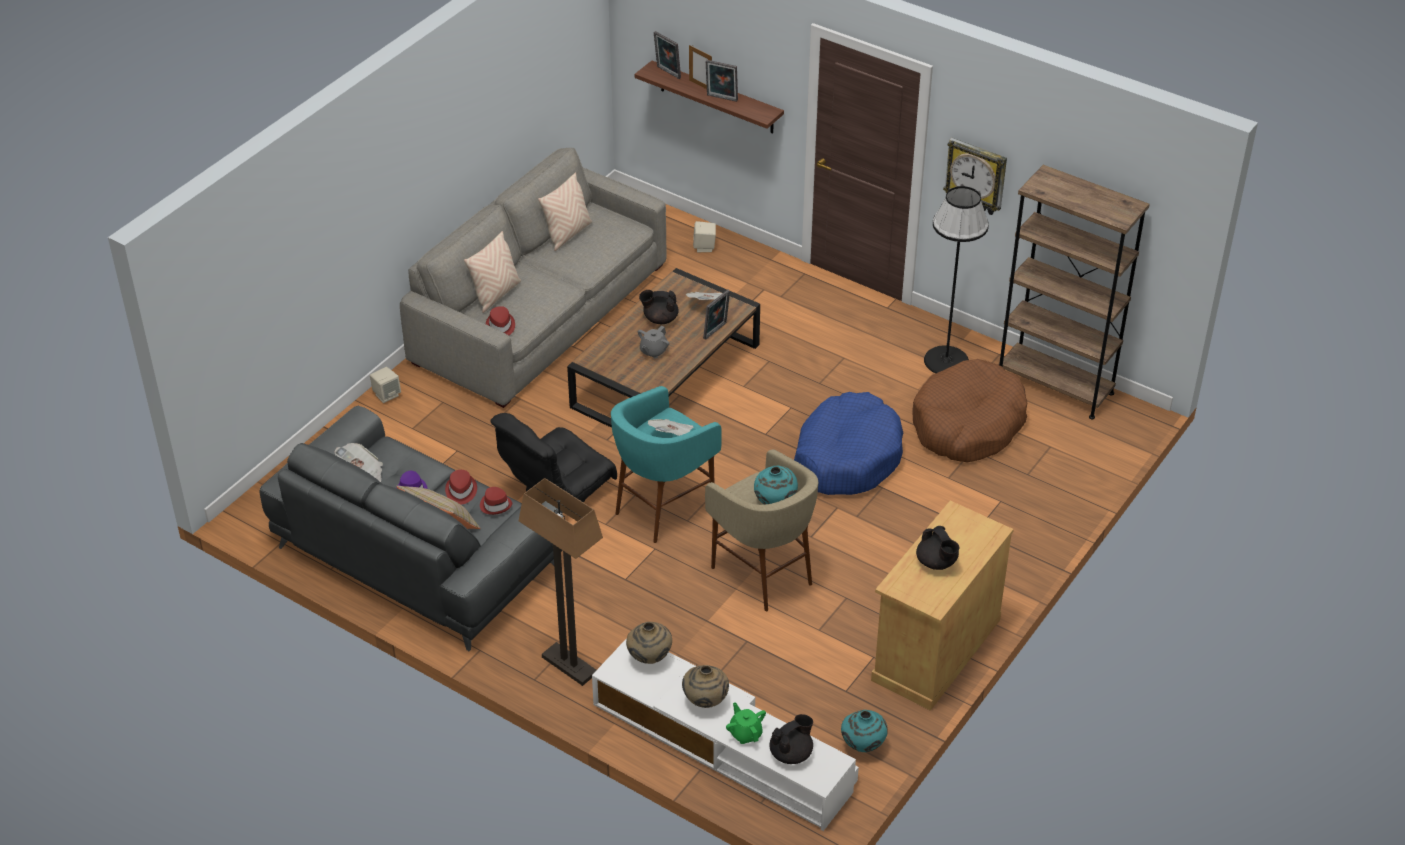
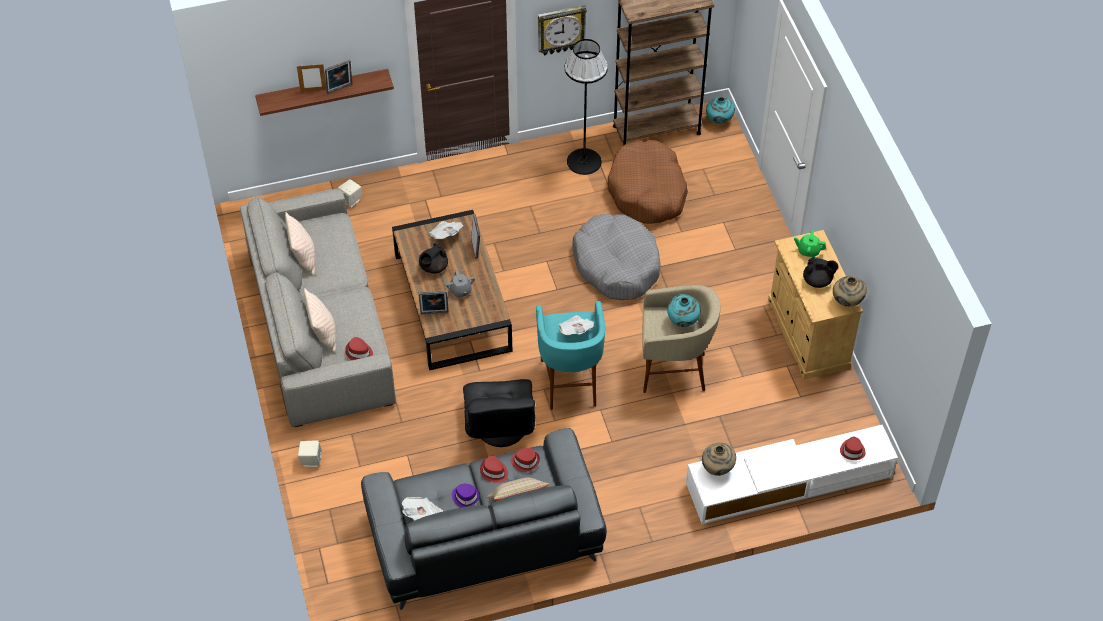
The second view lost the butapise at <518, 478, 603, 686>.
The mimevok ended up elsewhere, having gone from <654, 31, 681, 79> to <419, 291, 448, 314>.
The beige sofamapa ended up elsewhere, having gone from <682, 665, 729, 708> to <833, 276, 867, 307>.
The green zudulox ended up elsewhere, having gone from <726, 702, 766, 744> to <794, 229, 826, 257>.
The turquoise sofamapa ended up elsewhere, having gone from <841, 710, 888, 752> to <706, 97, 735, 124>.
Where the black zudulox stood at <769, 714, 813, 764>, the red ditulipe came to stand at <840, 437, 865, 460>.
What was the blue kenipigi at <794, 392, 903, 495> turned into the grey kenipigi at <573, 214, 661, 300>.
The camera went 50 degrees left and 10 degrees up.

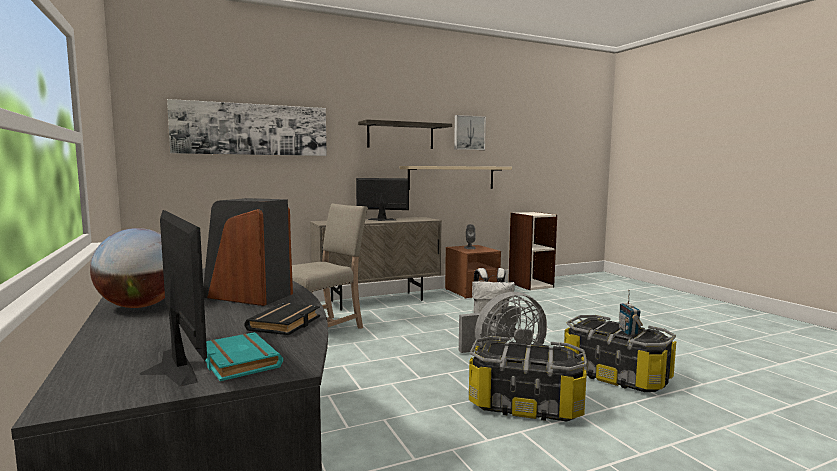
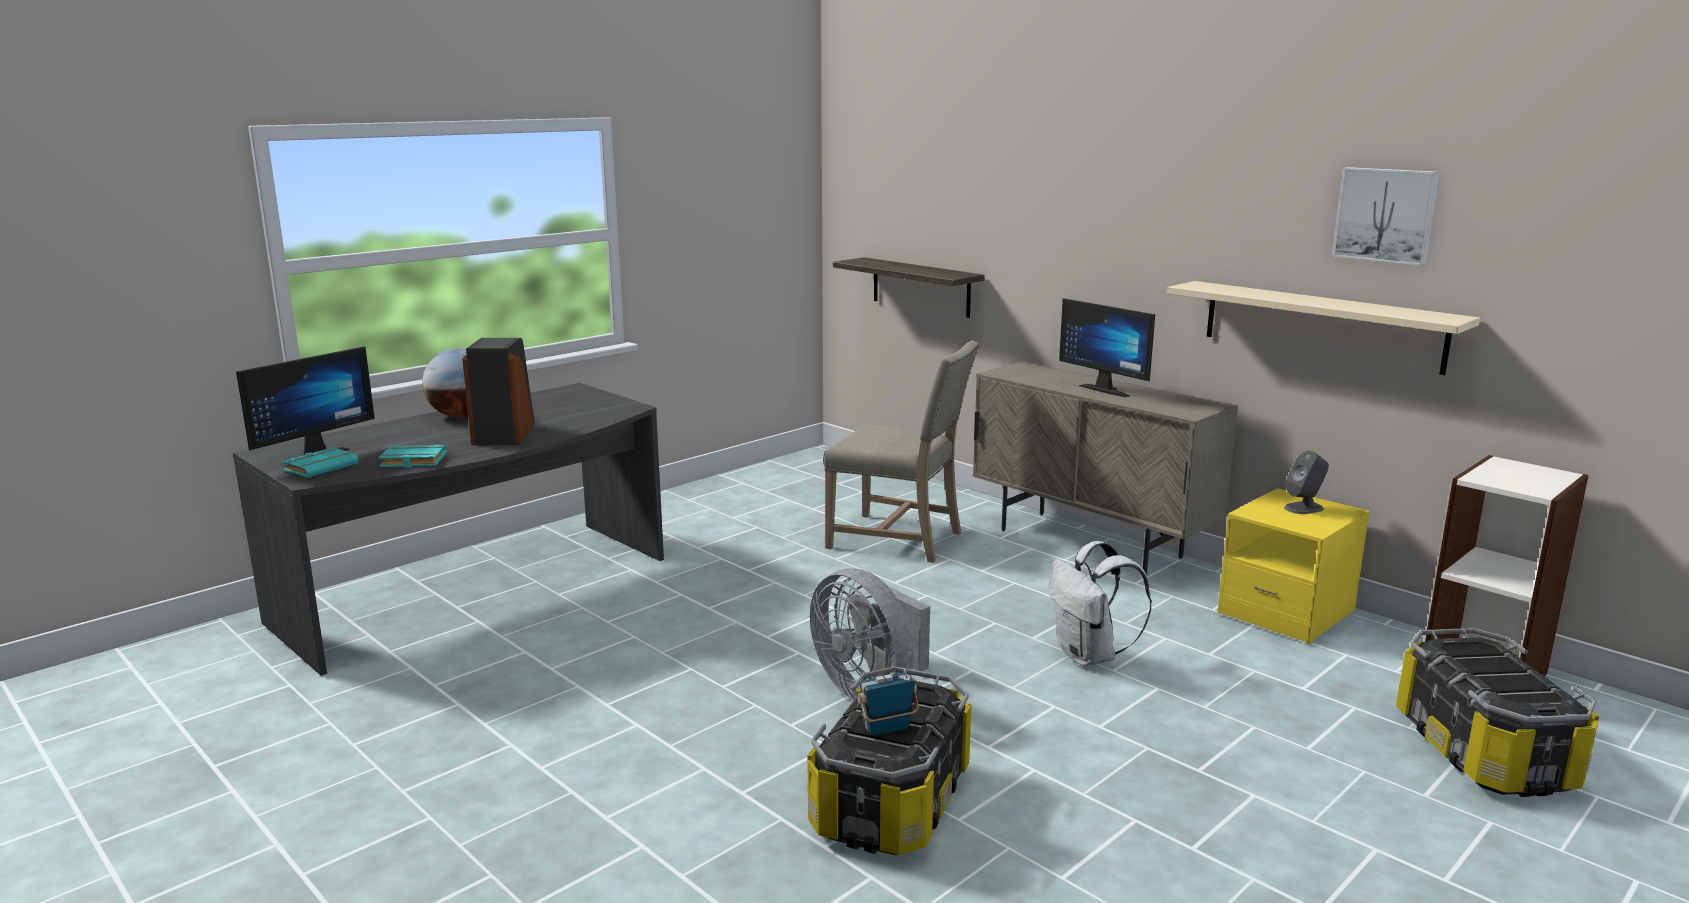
The second view lost the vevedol at <167, 99, 327, 156>.
The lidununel ended up elsewhere, having gone from <358, 119, 452, 149> to <833, 257, 985, 318>.
The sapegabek ended up elsewhere, having gone from <469, 336, 587, 421> to <1396, 628, 1599, 797>.
What was the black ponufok at <244, 303, 320, 335> turned into the turquoise ponufok at <378, 445, 446, 468>.
What was the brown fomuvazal at <445, 245, 501, 299> turned into the yellow fomuvazal at <1218, 488, 1370, 644>.
The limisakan at <356, 178, 409, 221> ended up facing another way, 150 degrees clockwise from before.
The camera went 70 degrees right and 10 degrees up.

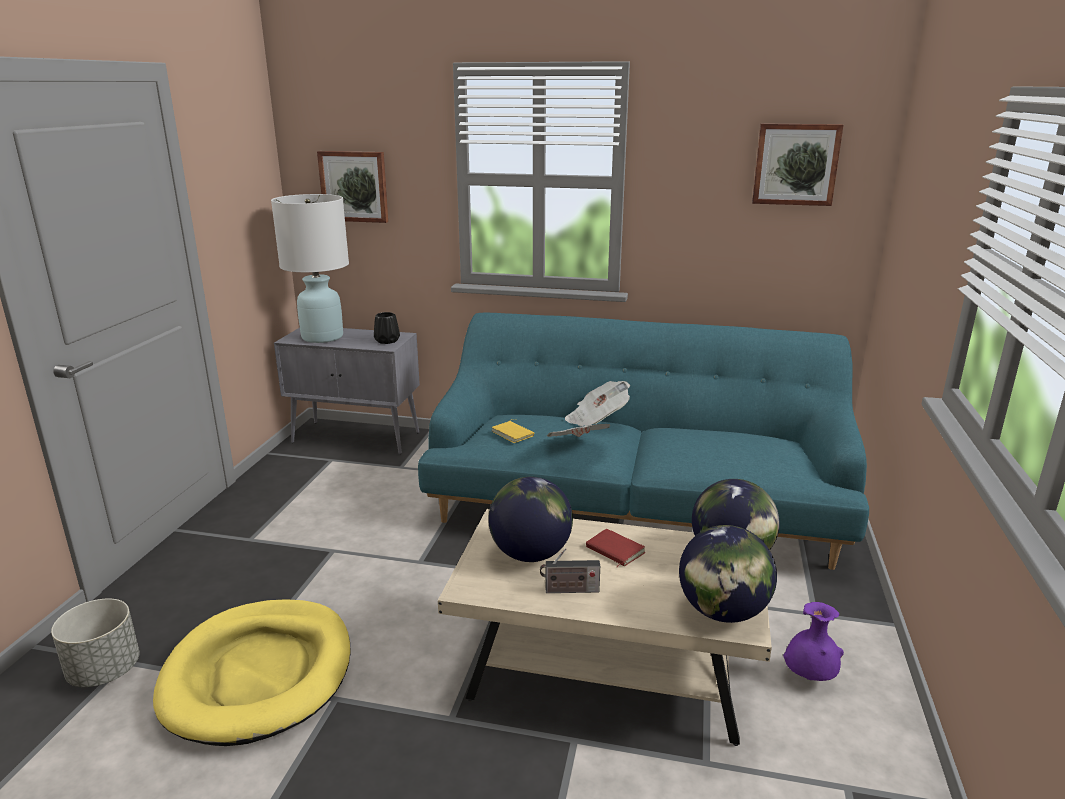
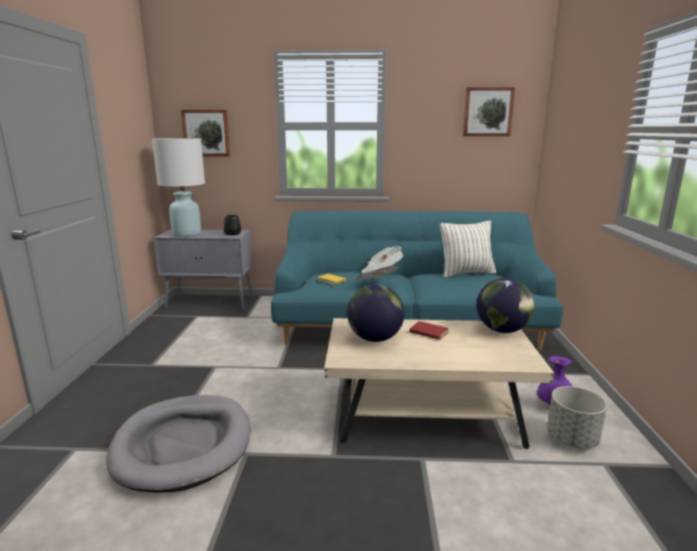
The second view lost the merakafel at <540, 548, 600, 593>.
The second view lost the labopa at <679, 525, 777, 623>.
The second view gained the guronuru at <440, 221, 496, 277>.
The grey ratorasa ended up elsewhere, having gone from <51, 598, 140, 687> to <547, 386, 607, 449>.
What was the yellow kenipigi at <153, 599, 351, 746> turned into the grey kenipigi at <106, 395, 251, 493>.
The camera went 10 degrees left and 5 degrees down.

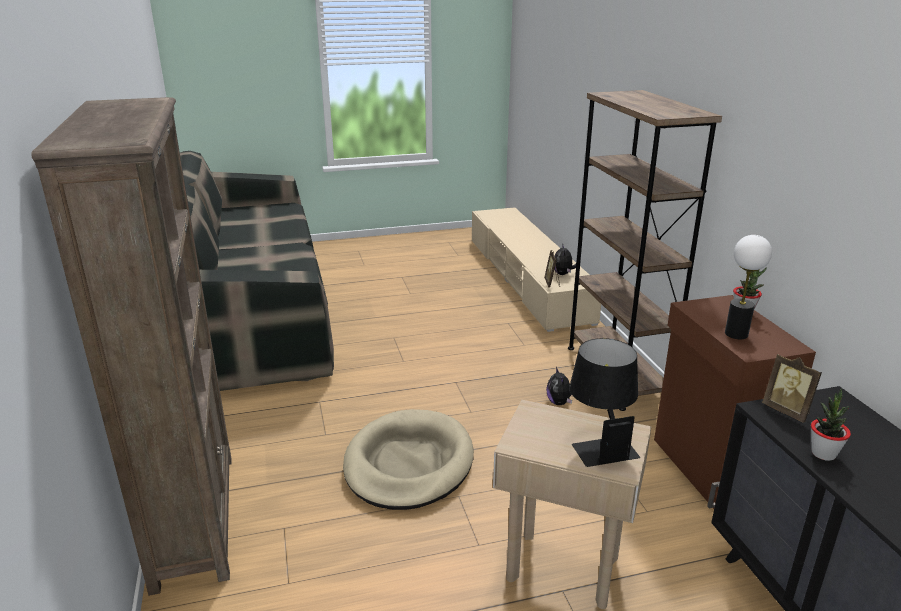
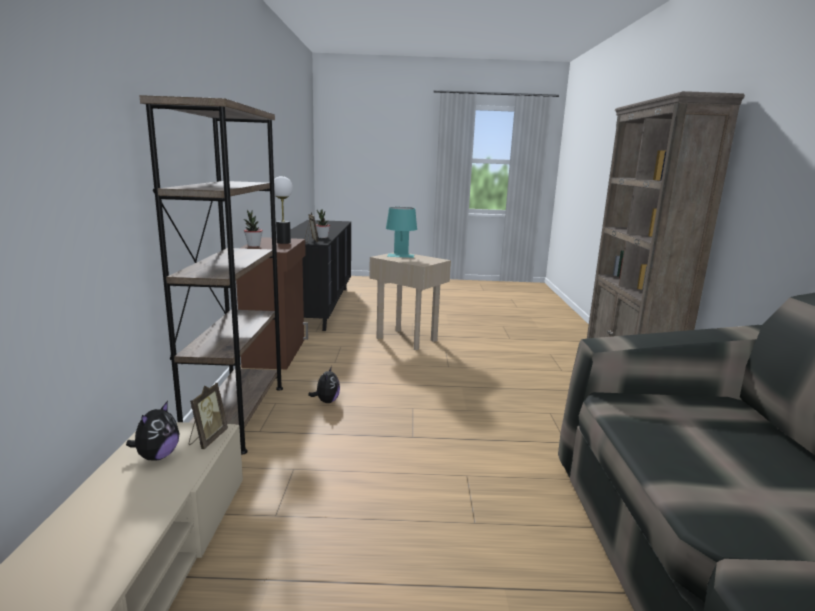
The second view lost the beige kenipigi at <343, 409, 474, 510>.
What was the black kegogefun at <569, 338, 640, 467> turned into the turquoise kegogefun at <386, 207, 417, 258>.
The camera went 165 degrees left and 10 degrees down.

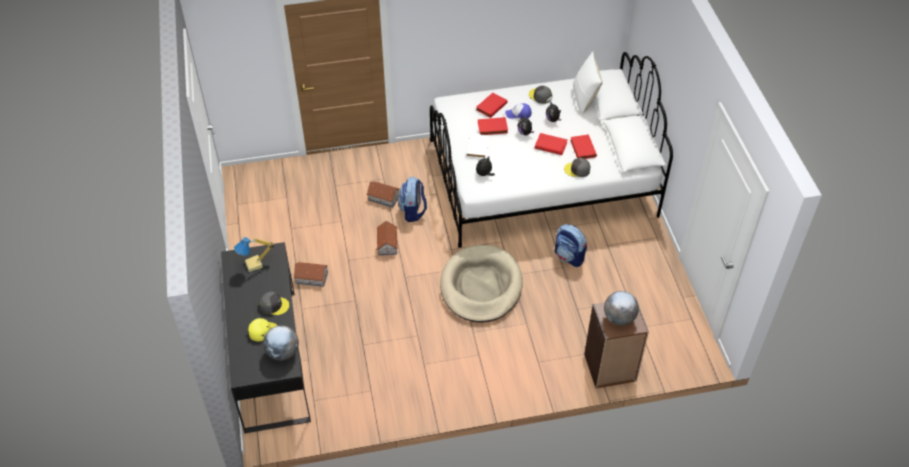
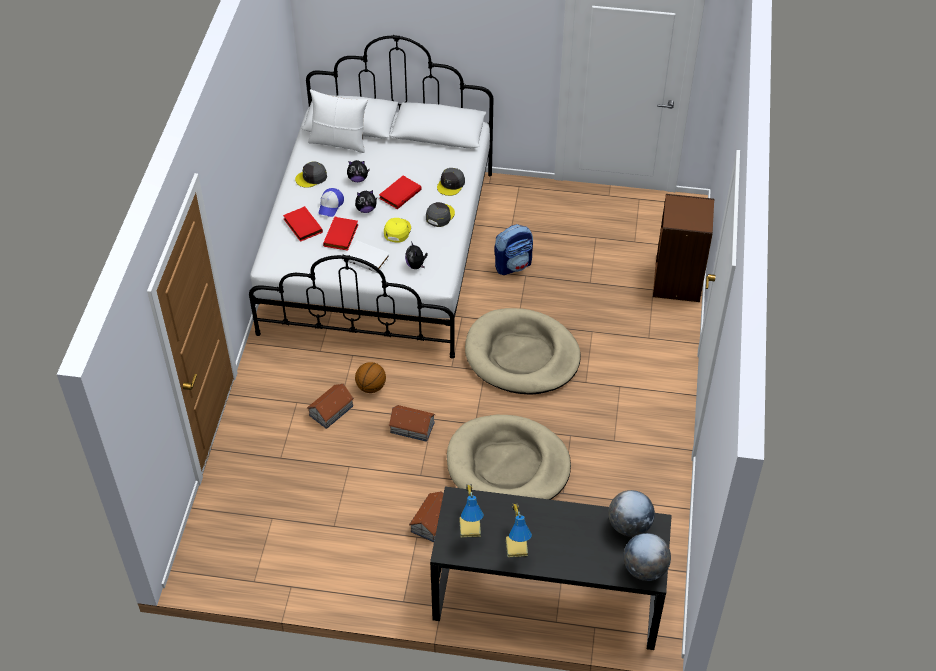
The second view lost the red ponufok at <570, 134, 597, 159>.
The second view gained the beige kenipigi at <447, 415, 571, 500>.
The second view gained the kegogefun at <506, 503, 532, 557>.
The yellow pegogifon ended up elsewhere, having gone from <248, 318, 278, 341> to <384, 218, 411, 243>.
The grey pegogifon ended up elsewhere, having gone from <259, 292, 289, 315> to <426, 202, 455, 227>.
The labopa ended up elsewhere, having gone from <604, 291, 639, 326> to <623, 533, 671, 581>.
Where the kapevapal stood at <398, 177, 427, 222>, the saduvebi came to stand at <355, 362, 386, 393>.
The camera went 70 degrees left and 0 degrees up.

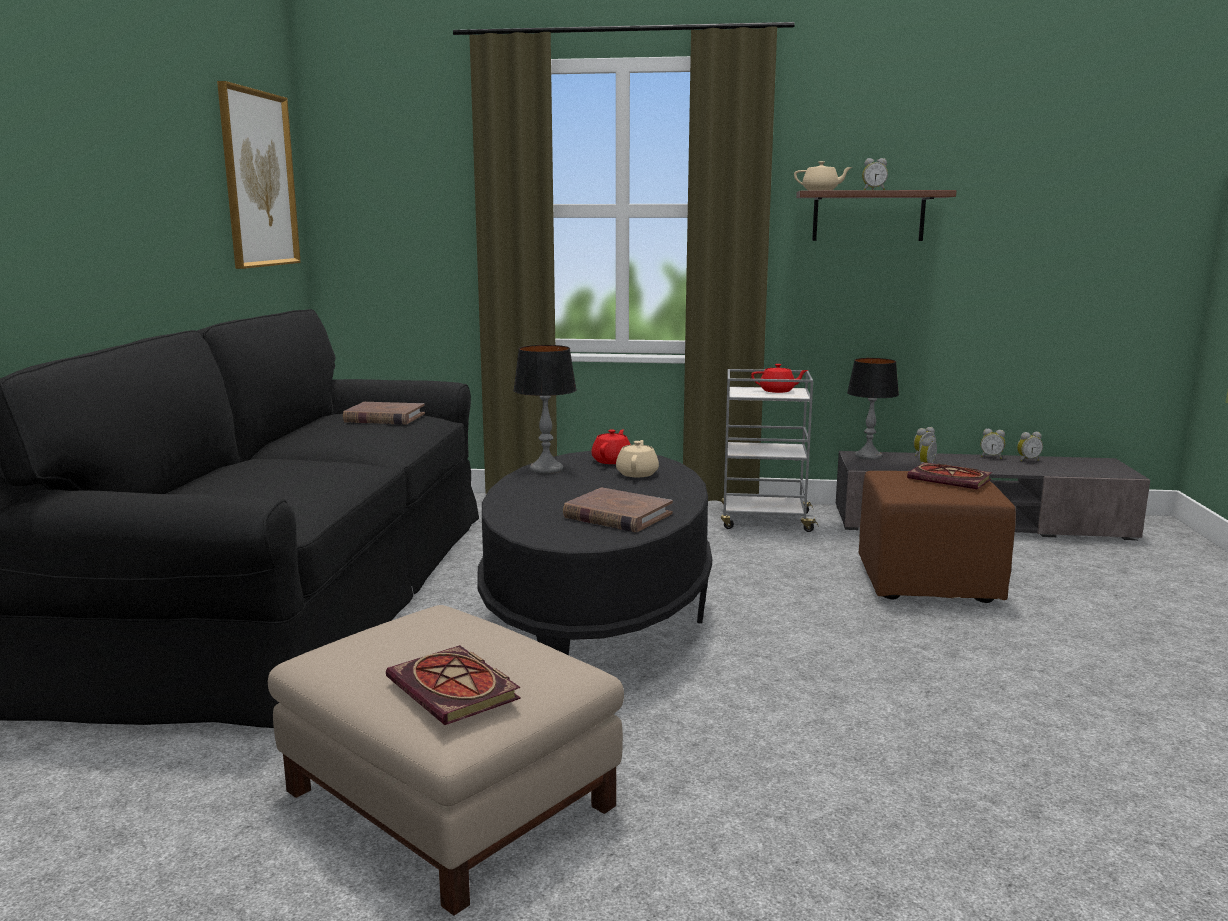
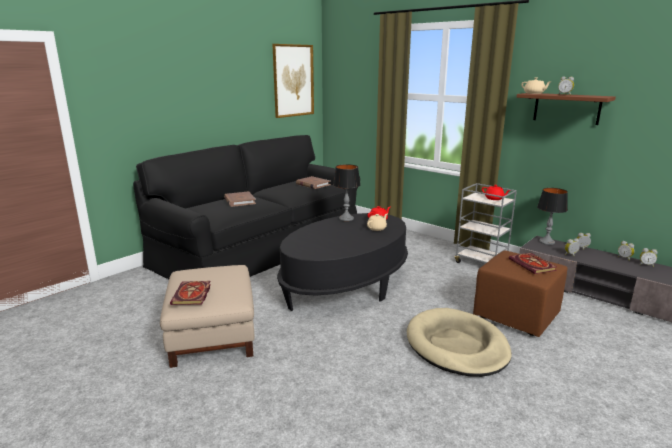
The second view gained the beige kenipigi at <407, 308, 512, 377>.
The brown ponufok ended up elsewhere, having gone from <563, 488, 673, 532> to <224, 191, 256, 207>.
The camera went 35 degrees right and 5 degrees up.

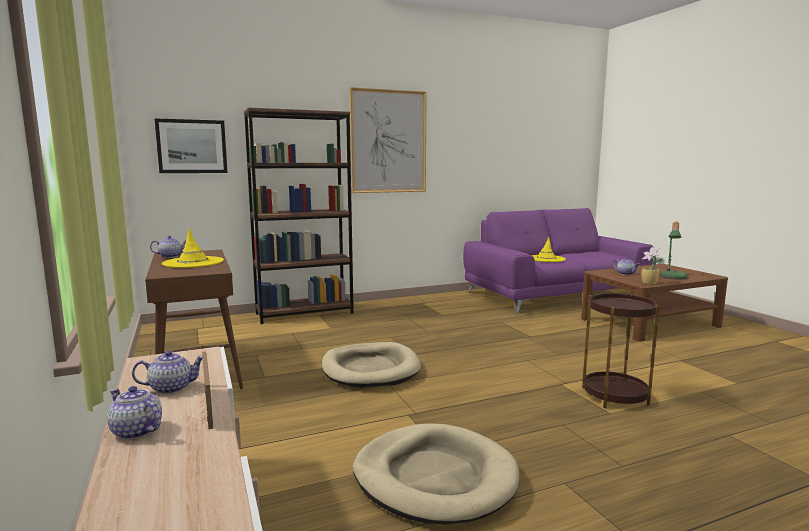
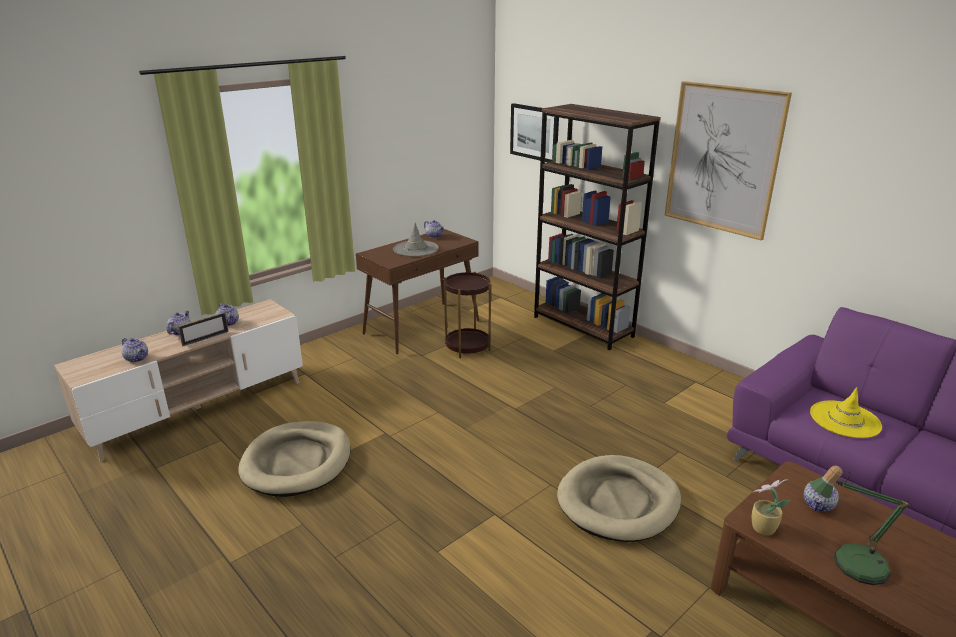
The second view gained the zudulox at <121, 338, 148, 363>.
The beige kenipigi ended up elsewhere, having gone from <322, 342, 421, 388> to <557, 455, 681, 542>.
The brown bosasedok ended up elsewhere, having gone from <582, 293, 660, 408> to <444, 272, 491, 358>.
What was the yellow ditulipe at <162, 228, 224, 268> turned into the grey ditulipe at <393, 222, 439, 257>.
The camera went 70 degrees right and 15 degrees up.

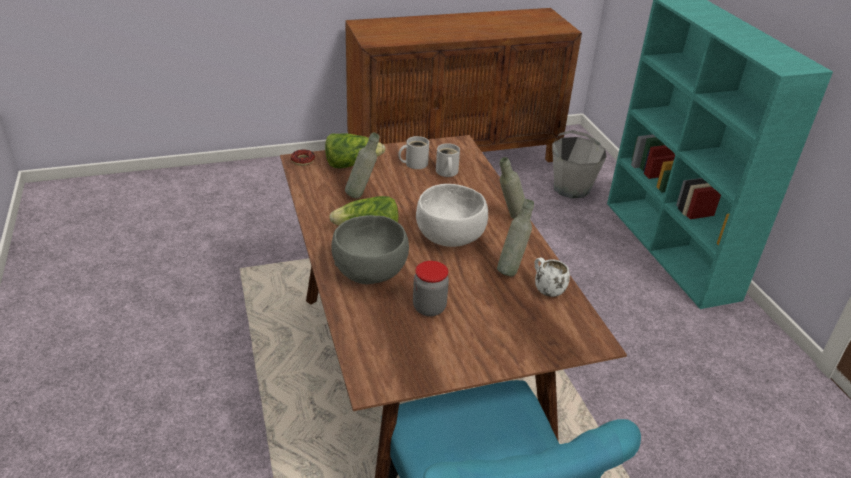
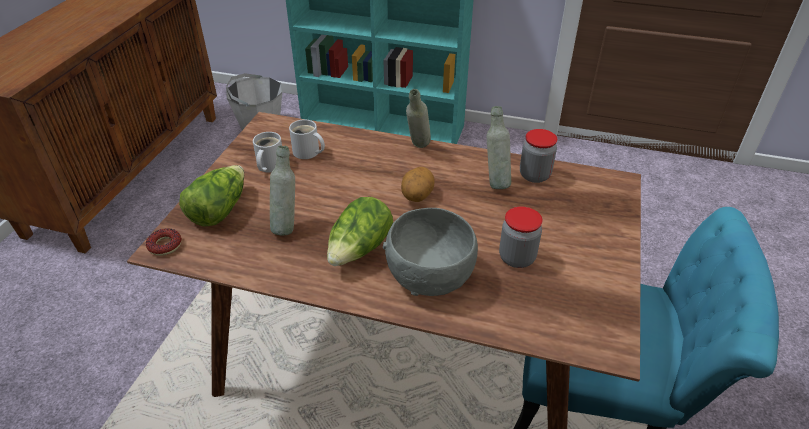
Where the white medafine stood at <416, 184, 488, 247>, the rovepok came to stand at <401, 167, 435, 202>.
Where the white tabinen stood at <534, 257, 570, 297>, the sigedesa came to stand at <520, 129, 557, 183>.
The camera went 55 degrees left and 5 degrees up.

